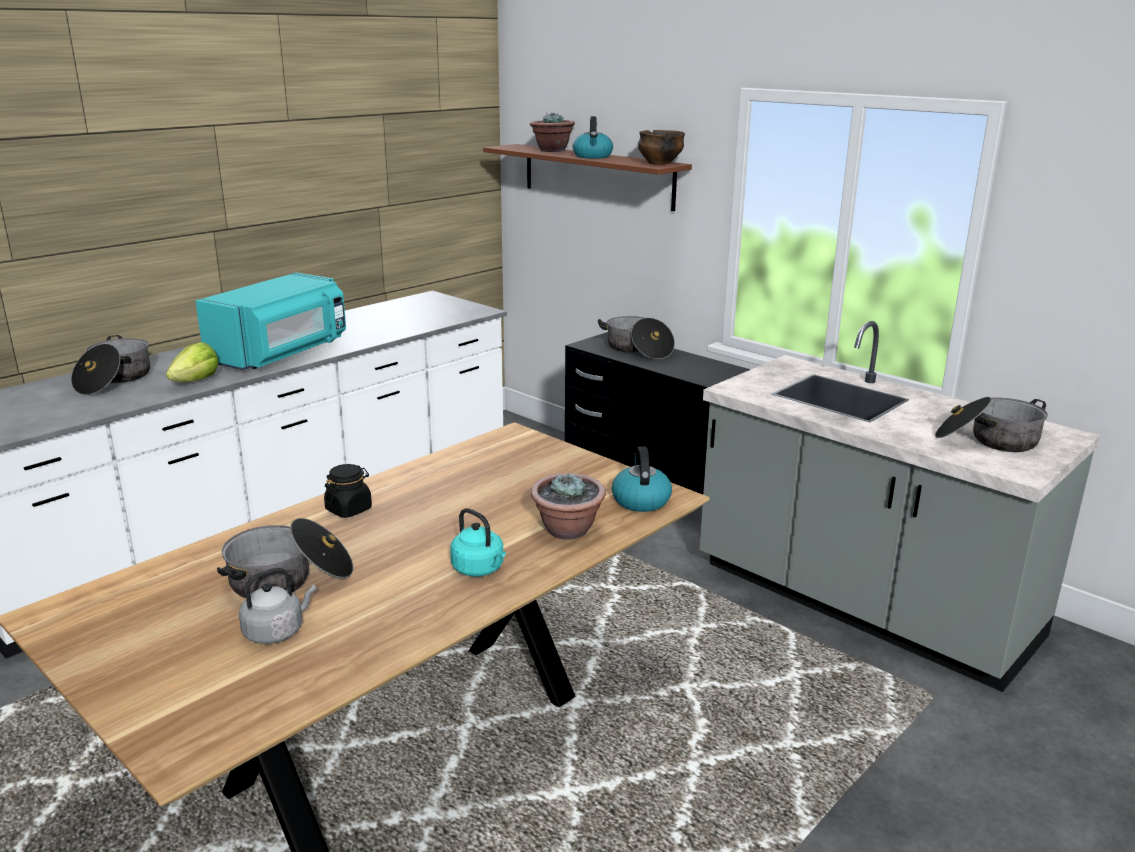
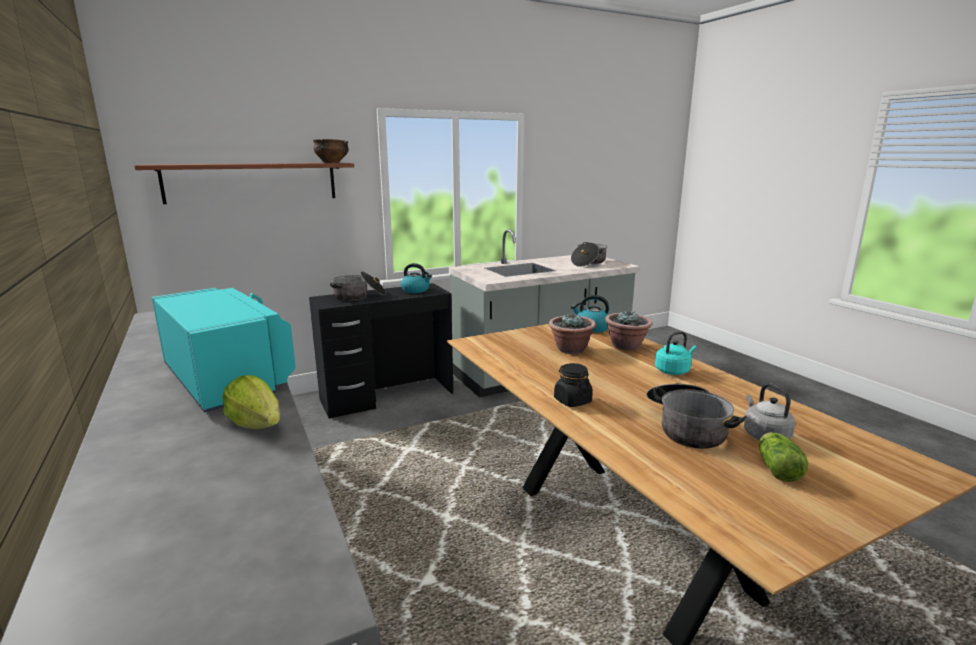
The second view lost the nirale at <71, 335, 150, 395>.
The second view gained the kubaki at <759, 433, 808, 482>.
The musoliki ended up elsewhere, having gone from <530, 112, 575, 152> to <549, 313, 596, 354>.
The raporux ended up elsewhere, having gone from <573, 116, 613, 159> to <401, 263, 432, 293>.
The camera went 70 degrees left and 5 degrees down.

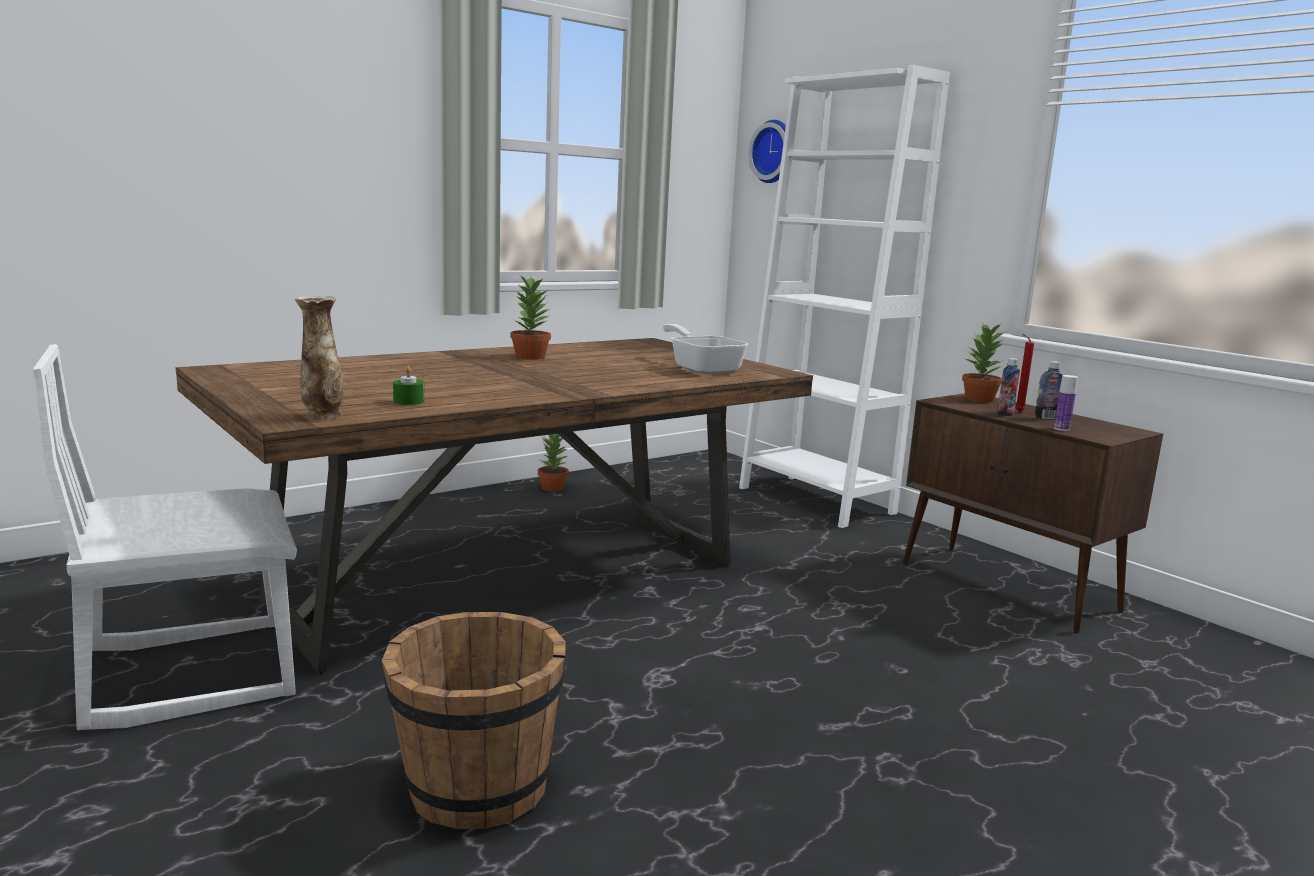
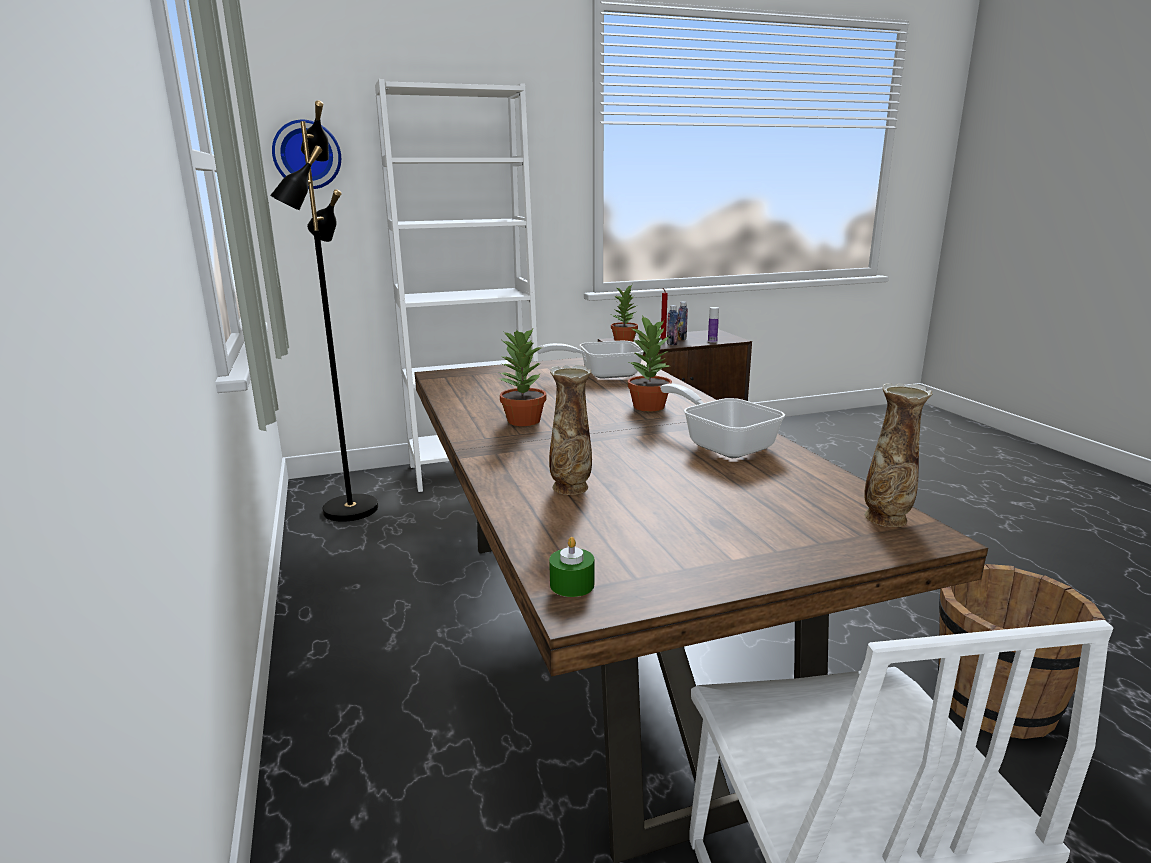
The second view gained the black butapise at <270, 100, 378, 522>.
The second view gained the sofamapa at <549, 365, 592, 495>.
The second view gained the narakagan at <660, 383, 785, 458>.
The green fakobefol ended up elsewhere, having gone from <393, 366, 424, 405> to <549, 537, 594, 597>.
The musoliki ended up elsewhere, having gone from <538, 434, 569, 492> to <628, 315, 672, 412>.
The camera went 70 degrees left and 5 degrees up.

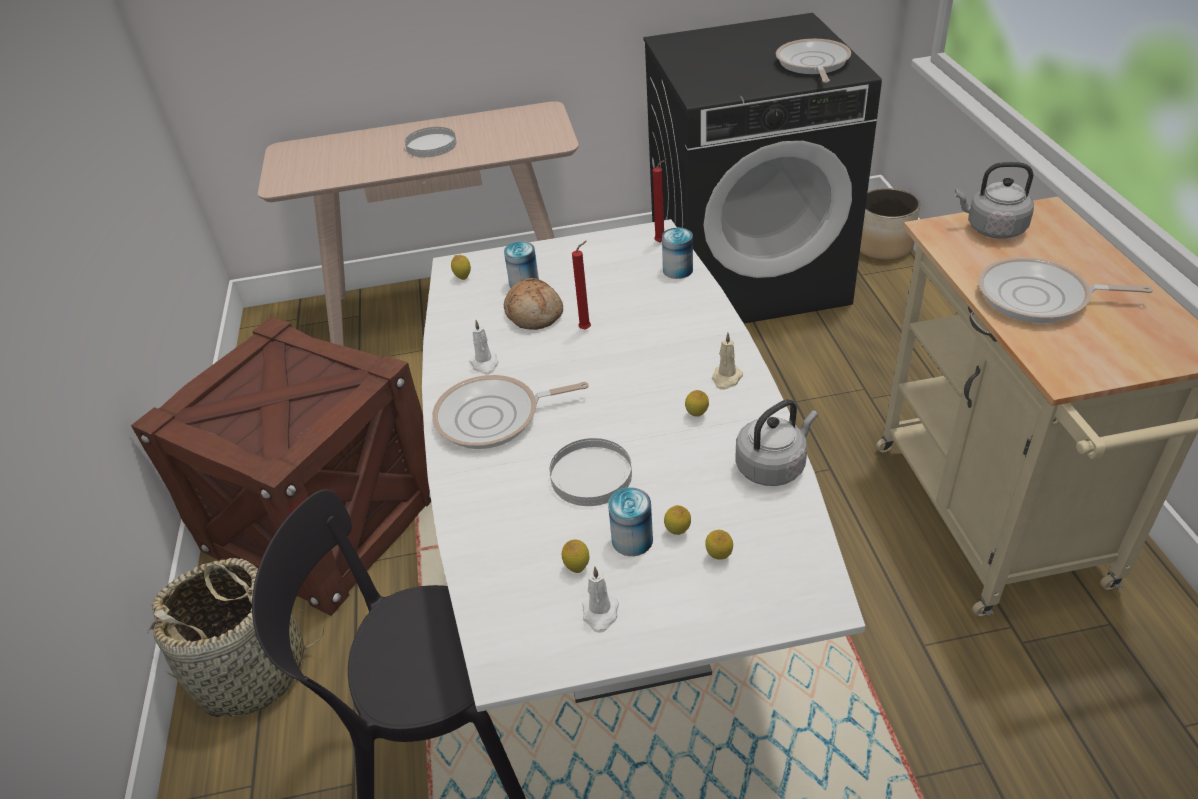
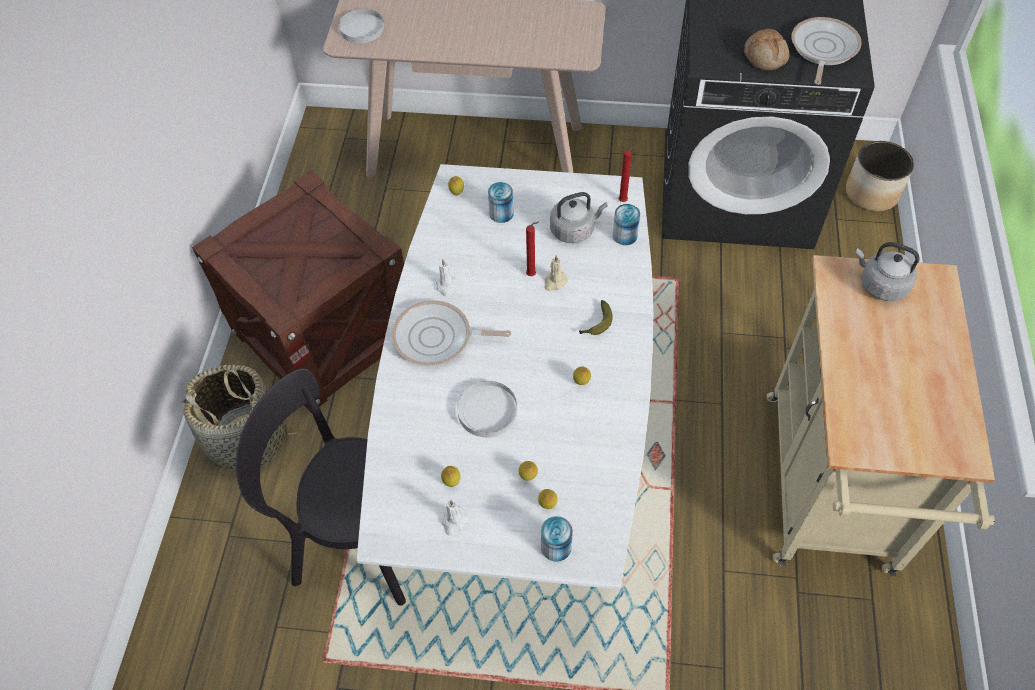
The second view lost the narakagan at <978, 257, 1153, 323>.
The second view gained the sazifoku at <579, 300, 613, 335>.
The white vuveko ended up elsewhere, having gone from <405, 127, 457, 157> to <339, 9, 384, 43>.
The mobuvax ended up elsewhere, having gone from <504, 278, 563, 330> to <744, 29, 790, 71>.
The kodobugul ended up elsewhere, having gone from <608, 487, 653, 556> to <541, 516, 573, 562>.
The beige fakobefol ended up elsewhere, having gone from <712, 333, 743, 390> to <544, 255, 568, 291>.
The grey raporux ended up elsewhere, having gone from <735, 399, 818, 486> to <550, 192, 608, 243>.
The camera went 15 degrees right and 15 degrees up.

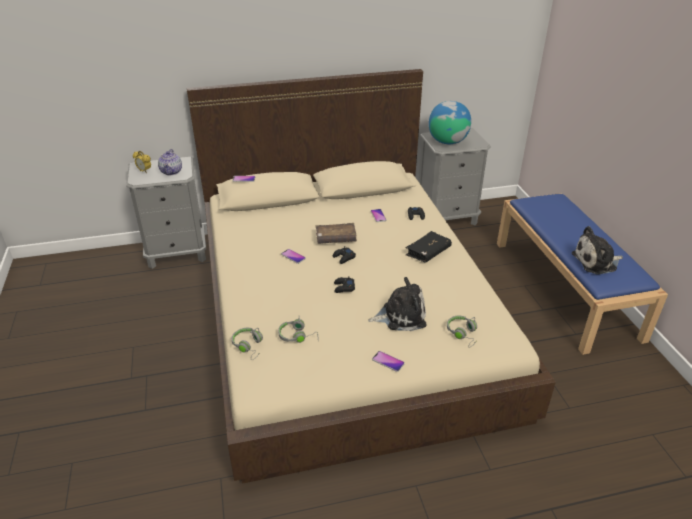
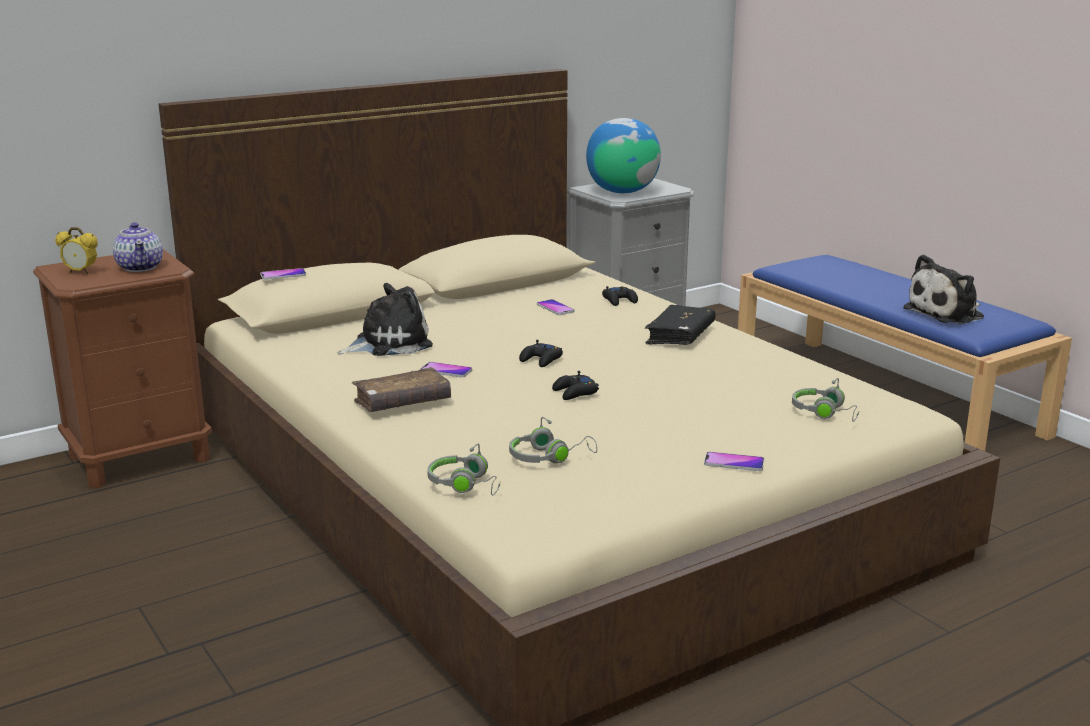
The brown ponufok ended up elsewhere, having gone from <316, 223, 357, 244> to <352, 367, 451, 412>.
The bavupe ended up elsewhere, having gone from <368, 277, 427, 331> to <337, 283, 433, 356>.
What was the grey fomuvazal at <126, 157, 206, 269> turned into the brown fomuvazal at <33, 249, 212, 488>.
The camera went 20 degrees left and 15 degrees down.

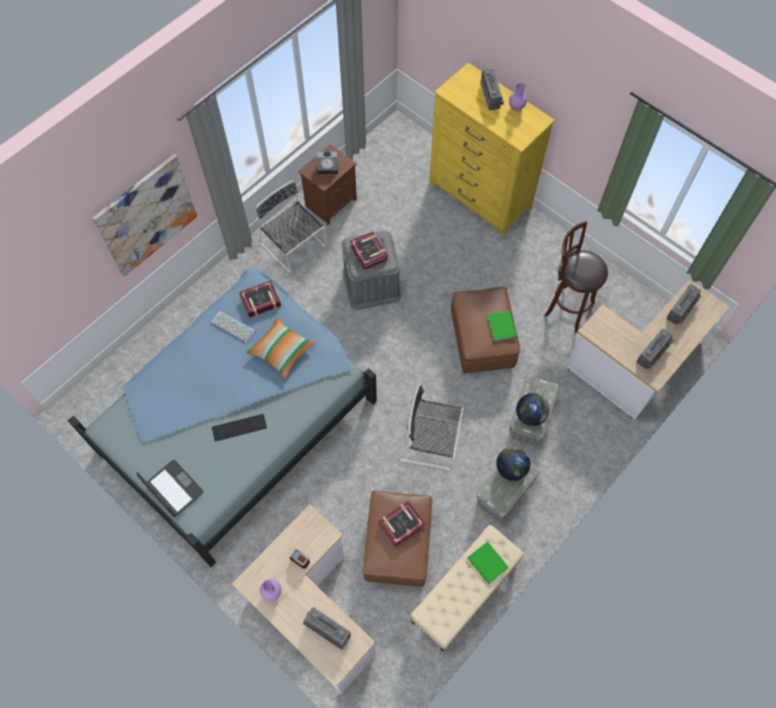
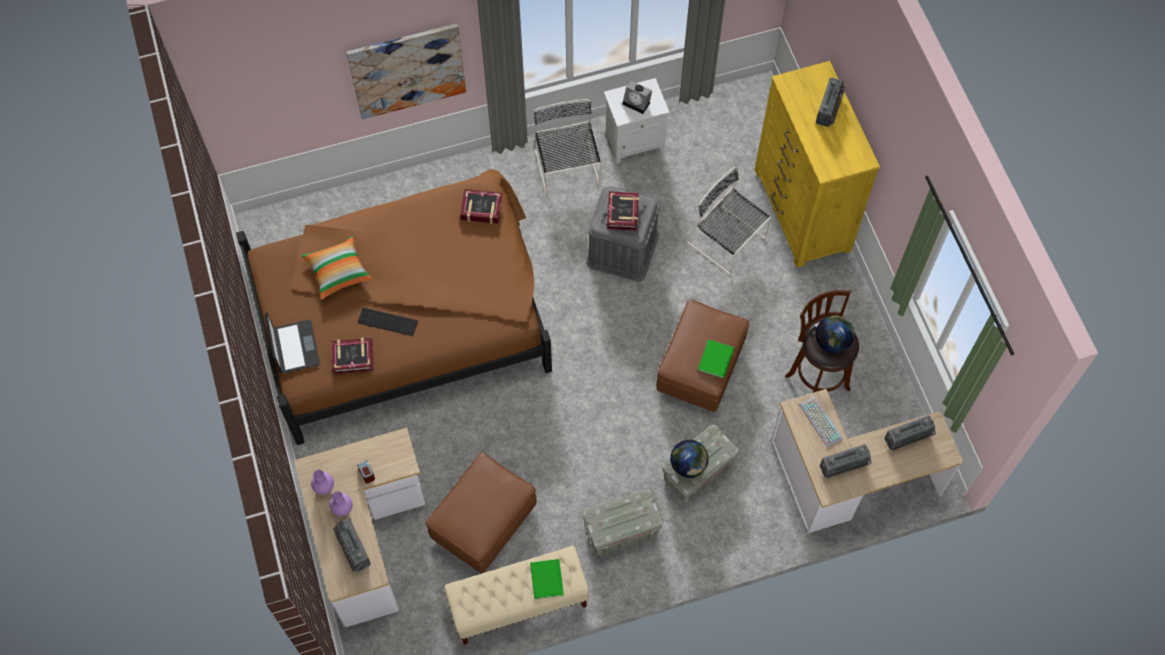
The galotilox ended up elsewhere, having gone from <211, 311, 256, 343> to <799, 396, 843, 447>.
The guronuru ended up elsewhere, having gone from <246, 318, 315, 378> to <302, 236, 372, 300>.
The ponufok ended up elsewhere, having gone from <378, 501, 425, 547> to <331, 337, 374, 374>.
The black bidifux ended up elsewhere, having gone from <399, 384, 463, 470> to <686, 167, 771, 275>.
The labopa ended up elsewhere, having gone from <496, 447, 530, 481> to <816, 315, 854, 354>.
The purple sofamapa ended up elsewhere, having gone from <509, 83, 527, 111> to <330, 491, 353, 516>.
What was the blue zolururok at <68, 268, 377, 567> turned into the brown zolururok at <236, 169, 552, 445>.
What was the brown fomuvazal at <298, 144, 357, 225> turned into the white fomuvazal at <604, 78, 669, 164>.
The camera went 30 degrees right and 0 degrees up.

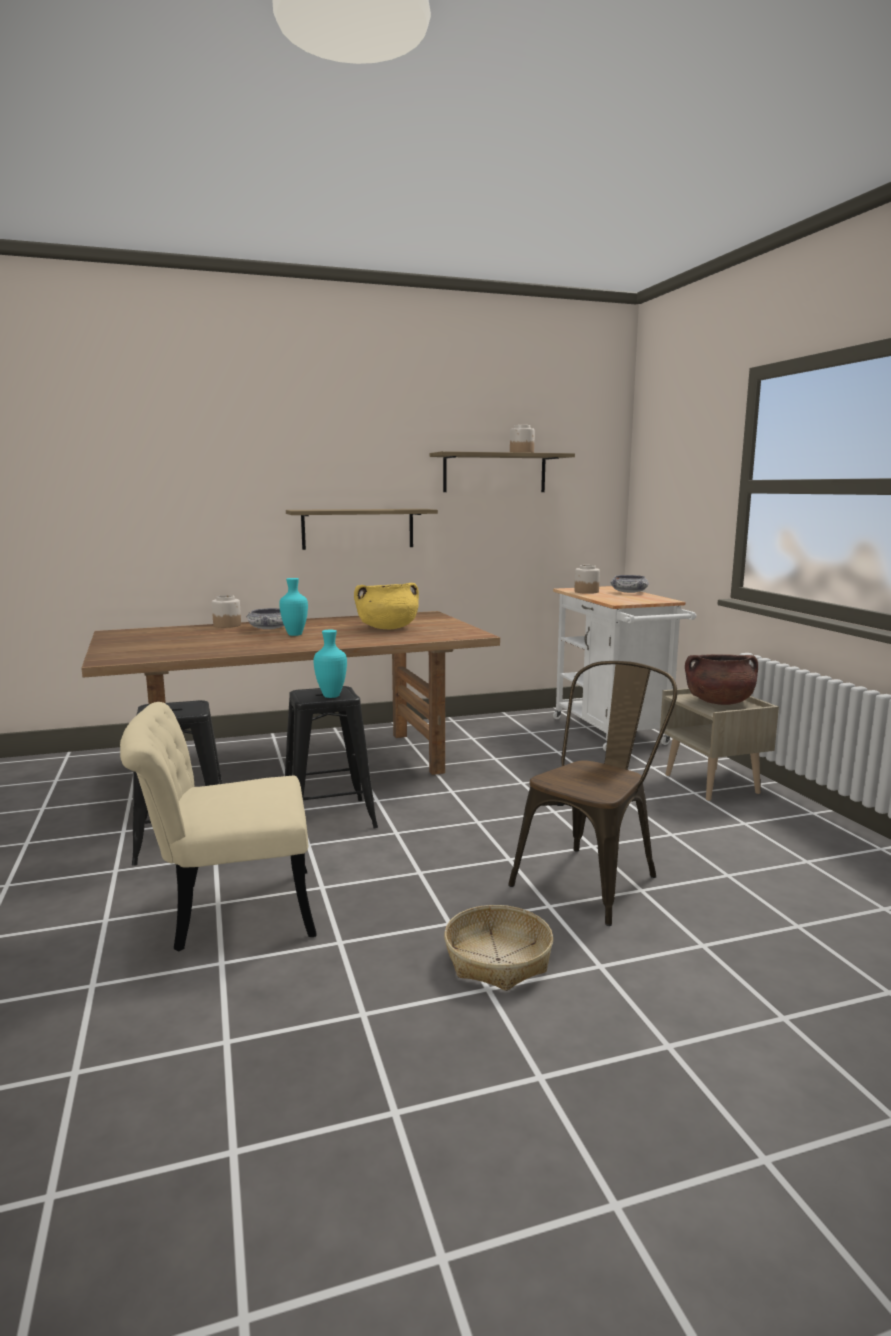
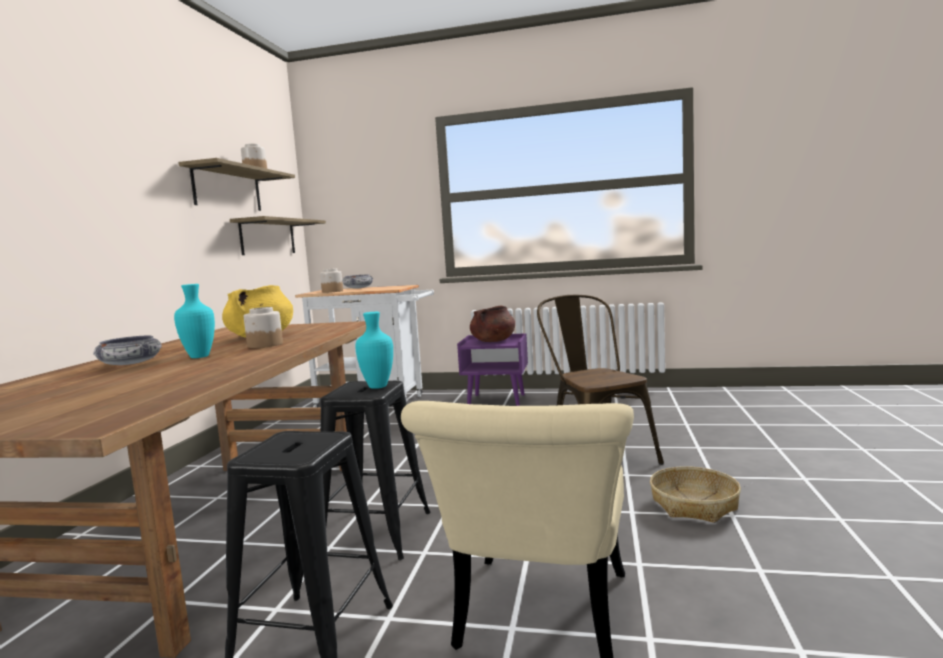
The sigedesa ended up elsewhere, having gone from <212, 595, 241, 628> to <244, 307, 283, 348>.
The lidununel ended up elsewhere, having gone from <286, 509, 438, 550> to <230, 216, 326, 255>.
What was the beige fomuvazal at <660, 688, 779, 801> turned into the purple fomuvazal at <457, 333, 528, 406>.
The camera went 60 degrees left and 5 degrees down.

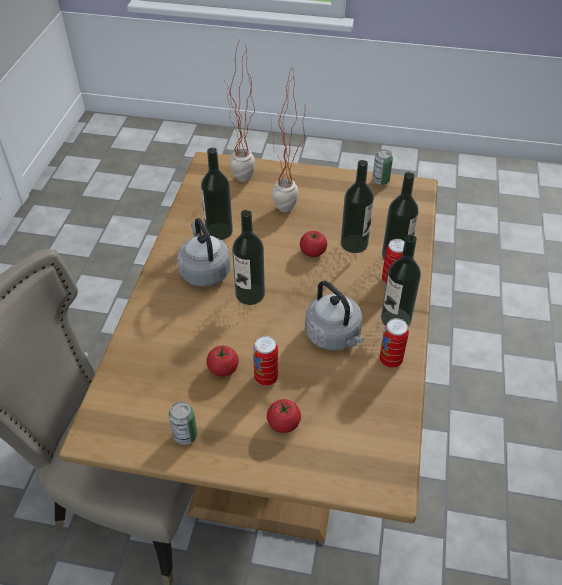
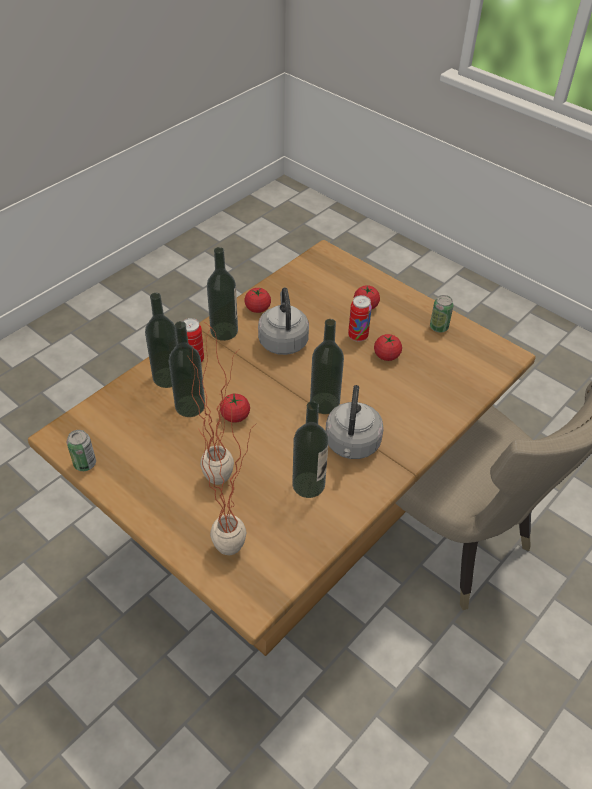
Where the kodobugul stood at <380, 318, 409, 368>, the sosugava came to stand at <244, 288, 271, 313>.
The camera went 150 degrees left and 0 degrees up.

